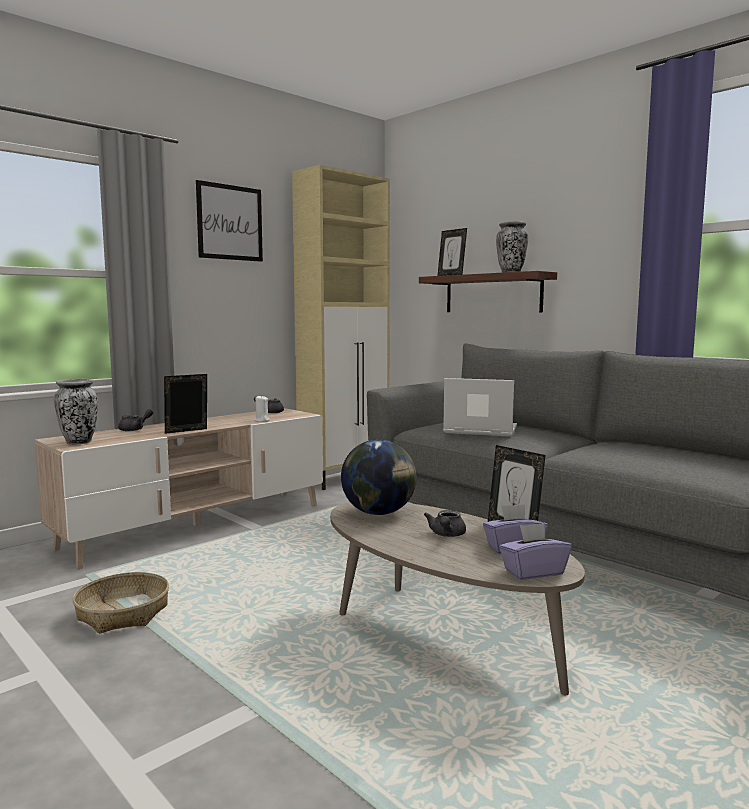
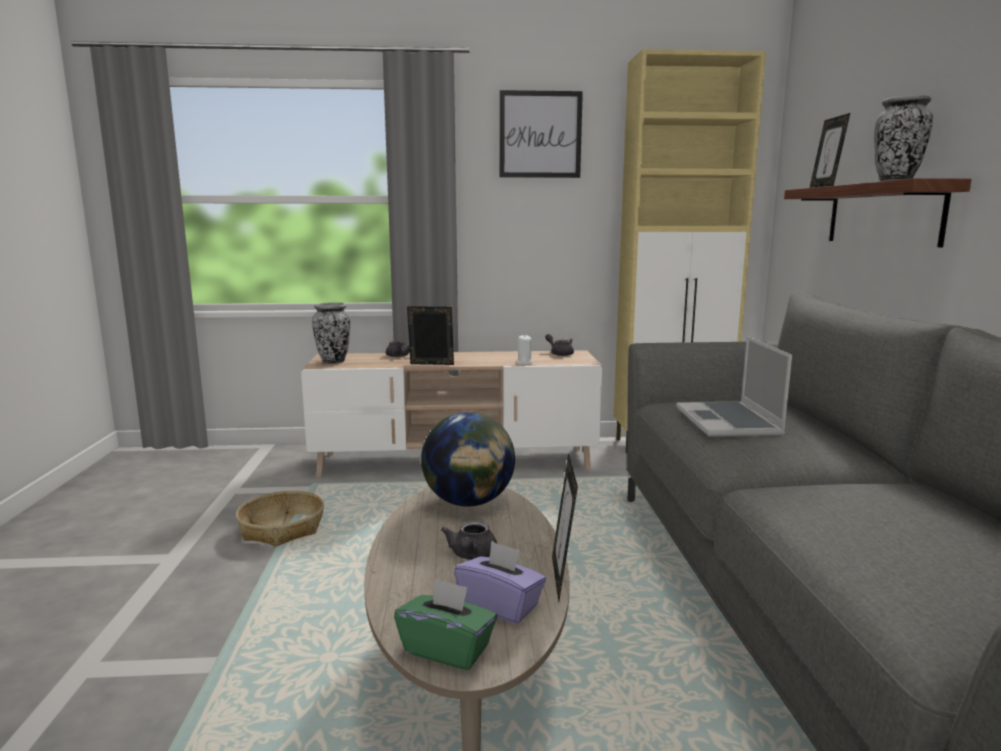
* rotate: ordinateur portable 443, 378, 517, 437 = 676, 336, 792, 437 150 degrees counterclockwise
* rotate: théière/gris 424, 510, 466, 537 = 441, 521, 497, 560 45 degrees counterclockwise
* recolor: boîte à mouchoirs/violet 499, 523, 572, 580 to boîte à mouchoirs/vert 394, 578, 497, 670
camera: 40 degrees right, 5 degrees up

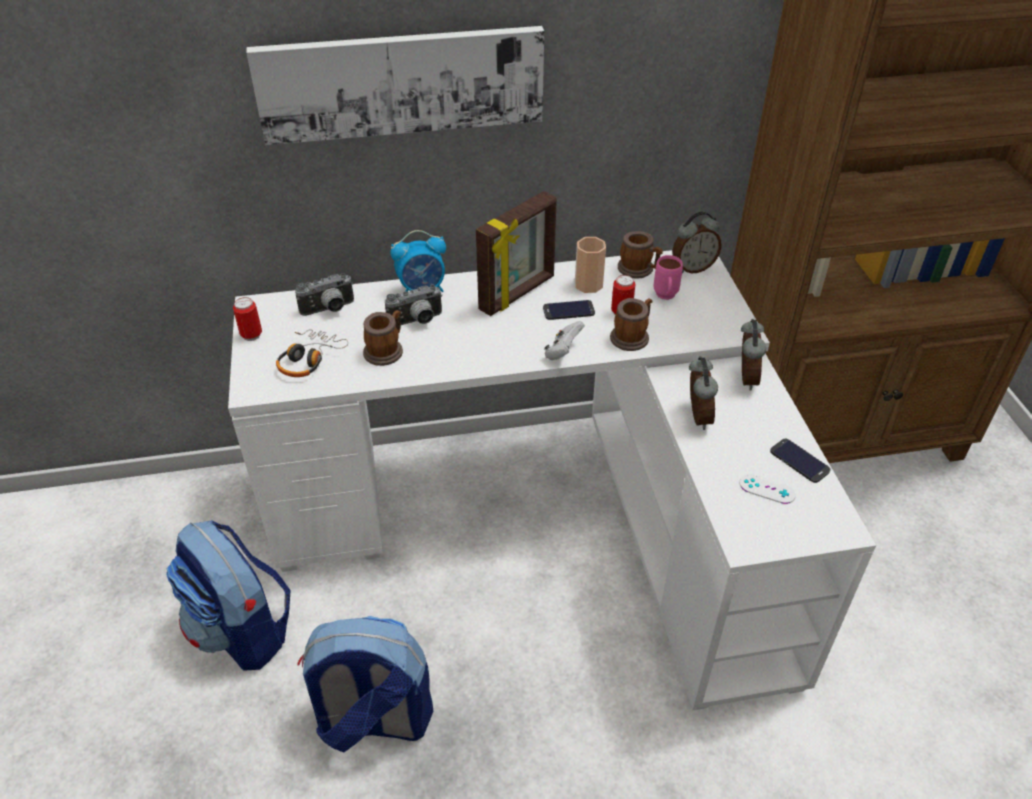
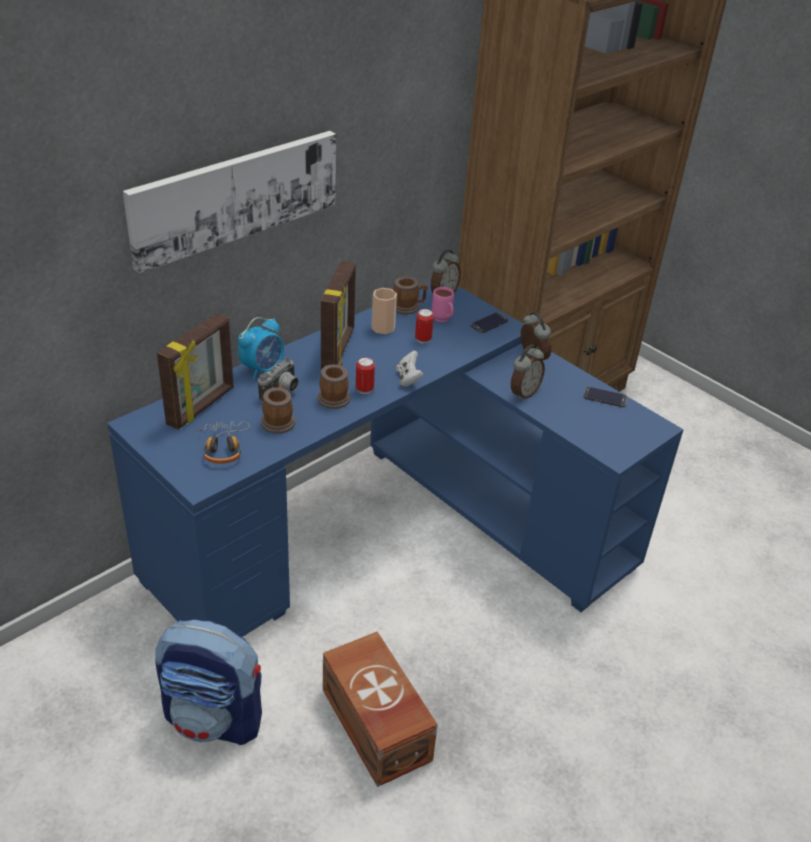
* recolor: bureau/blanc 228, 250, 876, 710 to bureau/bleu 107, 282, 684, 637
* replace: appareil photo 295, 273, 354, 316 to cadre photo 157, 313, 234, 430
* move: boîte métallique 233, 297, 262, 341 to 356, 357, 375, 394
* move: mug 610, 298, 652, 351 to 317, 361, 350, 409
* move: téléphone 543, 300, 595, 320 to 471, 312, 508, 333
* rotate: réveil 689, 356, 718, 430 = 511, 345, 545, 401 75 degrees clockwise
* delete: manette/blanc 739, 474, 796, 504
* replace: sac à dos 297, 616, 433, 753 to boîte de rangement/marron 323, 631, 438, 787
camera: 35 degrees left, 5 degrees down

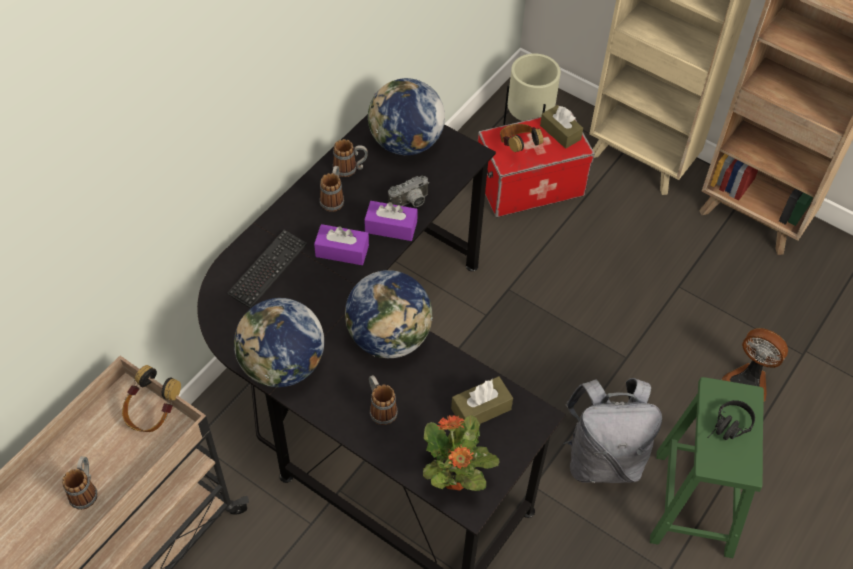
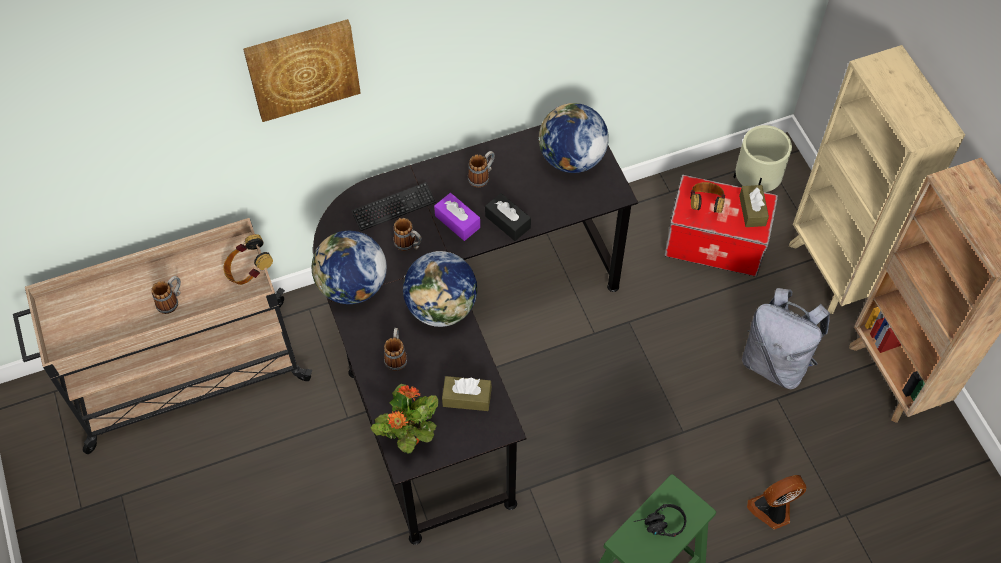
* move: mug 333, 139, 368, 177 to 394, 218, 422, 251
* delete: appareil photo 388, 176, 429, 207
* recolor: boîte à mouchoirs/violet 364, 201, 417, 241 to boîte à mouchoirs/noir 485, 193, 531, 241
* rotate: ventilateur 722, 328, 788, 401 = 747, 475, 806, 529 90 degrees clockwise
* move: sac à dos/gris 563, 378, 662, 483 to 742, 288, 830, 389
* insert: tableau 243, 19, 361, 122
camera: 35 degrees right, 5 degrees up

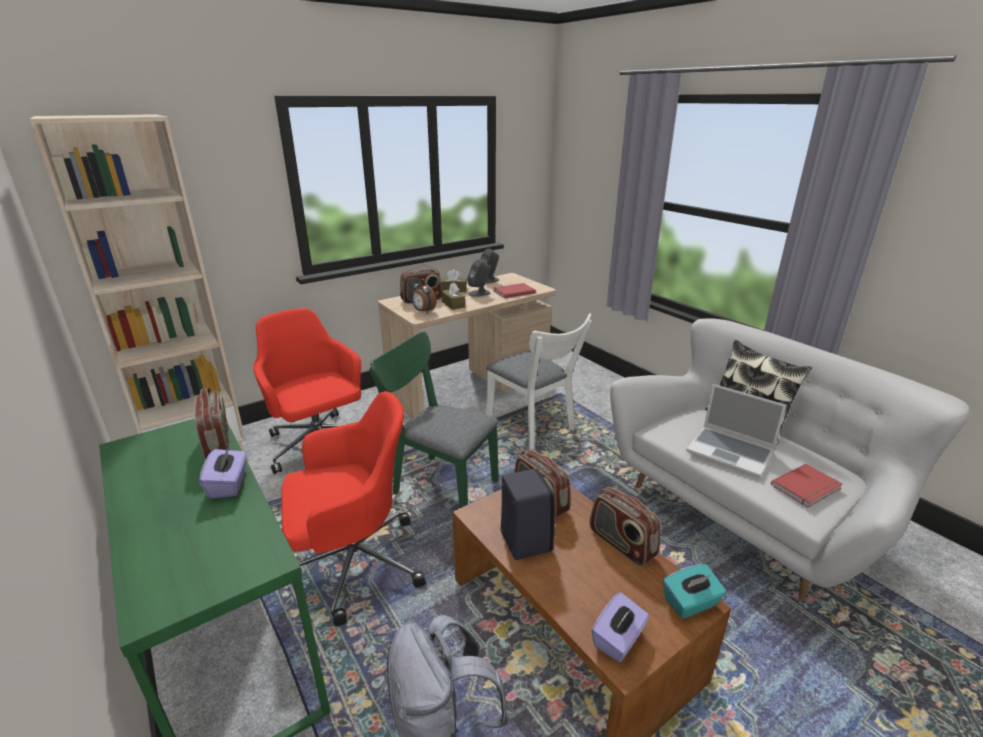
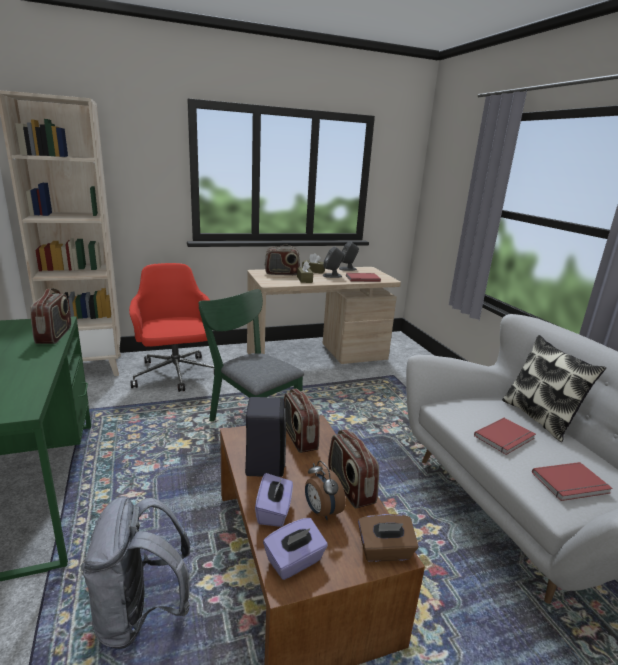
* move: réveil 411, 278, 437, 313 to 305, 461, 346, 520
* delete: chaise/blanc 486, 313, 592, 450
* replace: ordinateur portable 686, 384, 787, 478 to livre/rouge 474, 418, 536, 455
* delete: chaise de bureau/rouge 281, 391, 426, 627
* move: boîte à mouchoirs/violet 199, 445, 247, 499 to 255, 473, 293, 527
* recolor: boîte à mouchoirs/turquoise 663, 564, 726, 618 to boîte à mouchoirs/marron 358, 514, 419, 562
camera: 15 degrees right, 5 degrees down

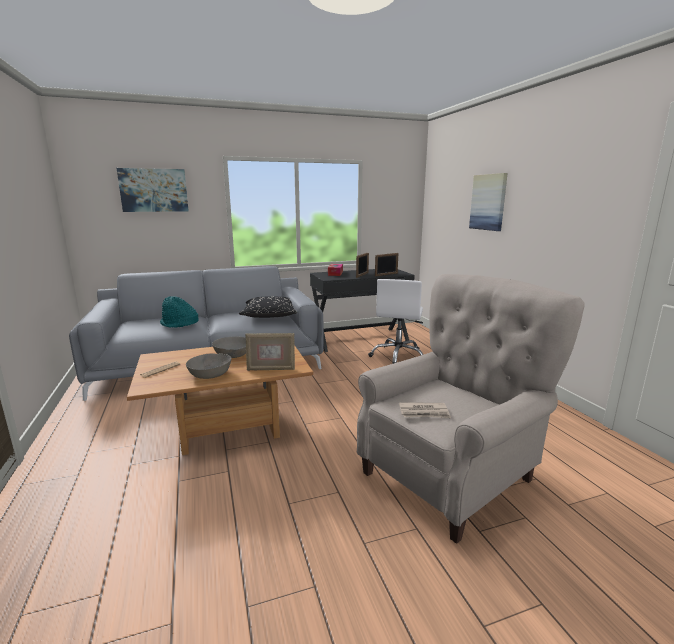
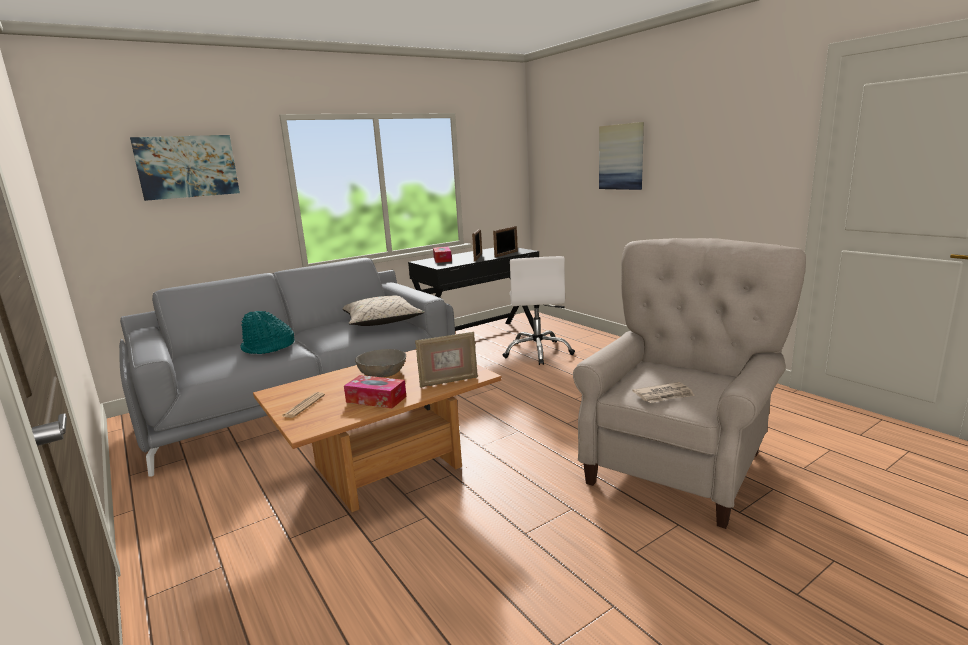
* recolor: coussin/noir 239, 296, 297, 318 to coussin/beige 343, 295, 425, 326
* replace: bol/gris 186, 353, 232, 379 to boîte à mouchoirs 344, 375, 407, 408
camera: 15 degrees left, 0 degrees up

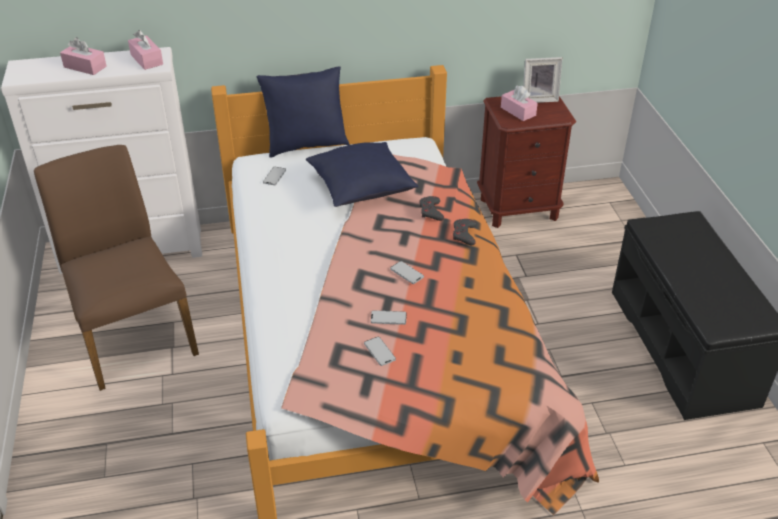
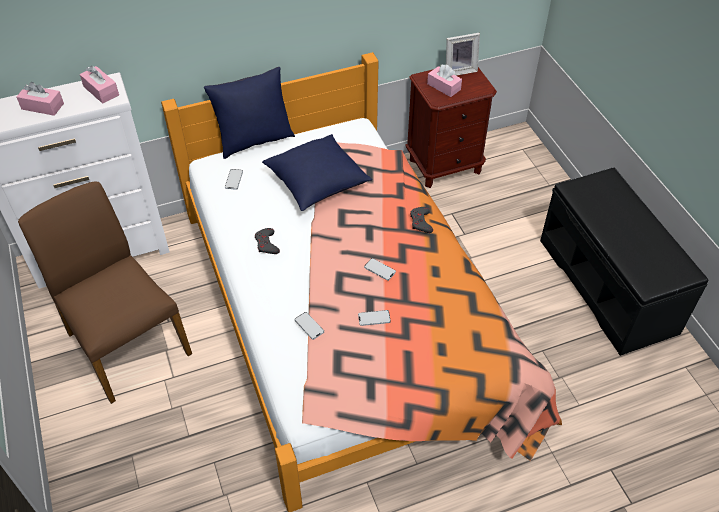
* move: manette/gris 419, 196, 444, 221 to 255, 228, 280, 254
* move: téléphone 364, 336, 396, 366 to 294, 312, 324, 340
camera: 10 degrees left, 10 degrees up

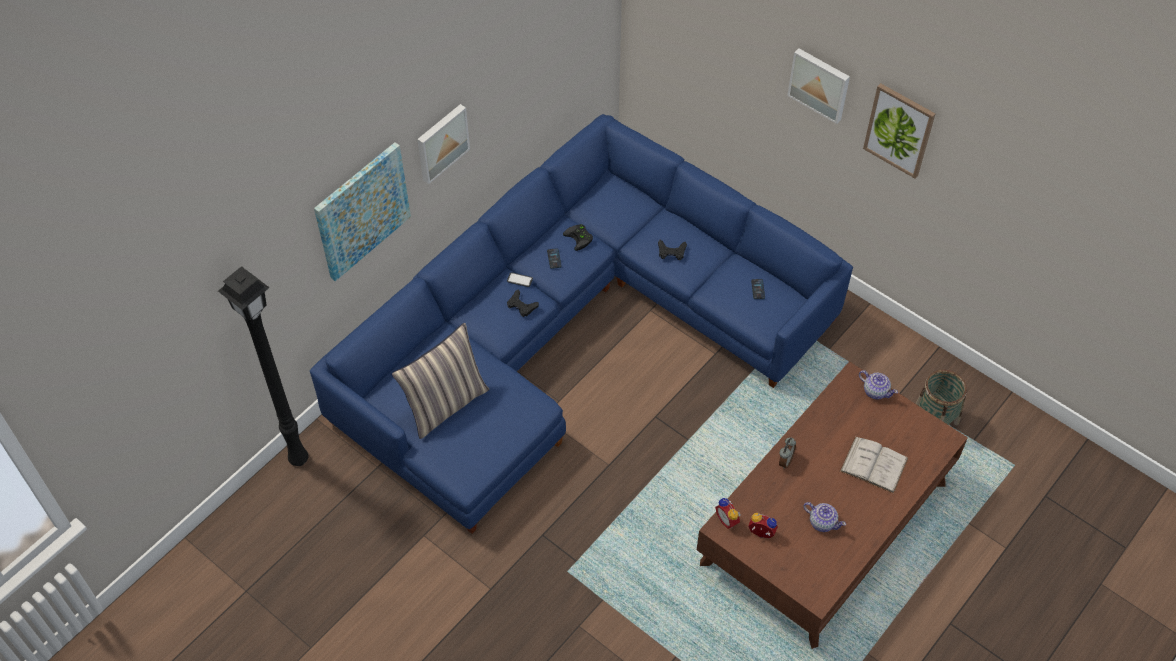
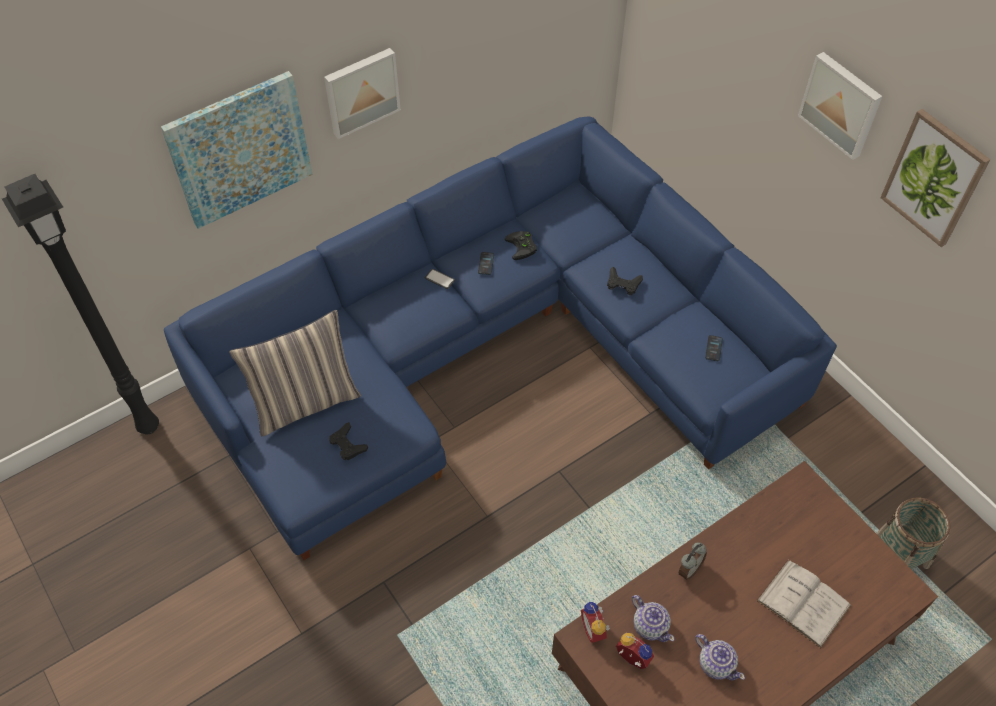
* move: manette/noir 507, 290, 539, 317 to 329, 422, 368, 460
* move: théière 859, 370, 898, 400 to 632, 595, 675, 642
camera: 15 degrees right, 0 degrees up

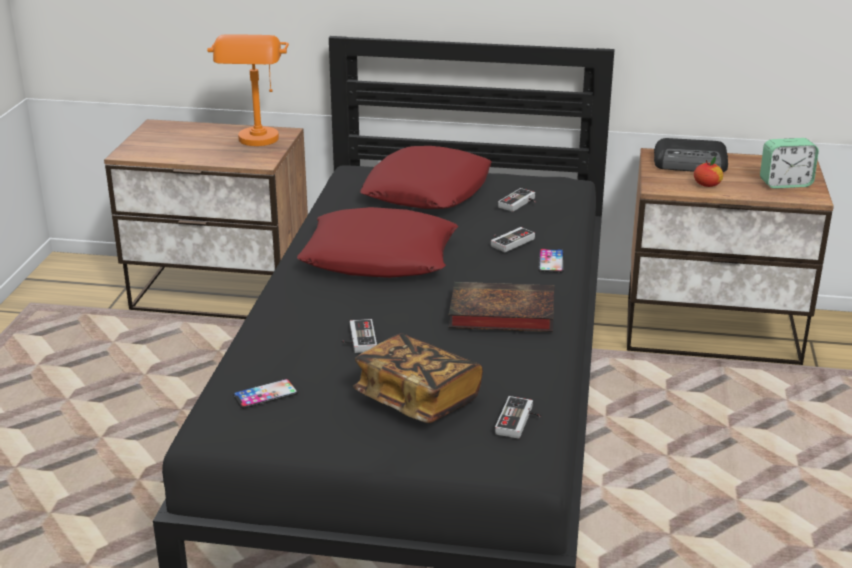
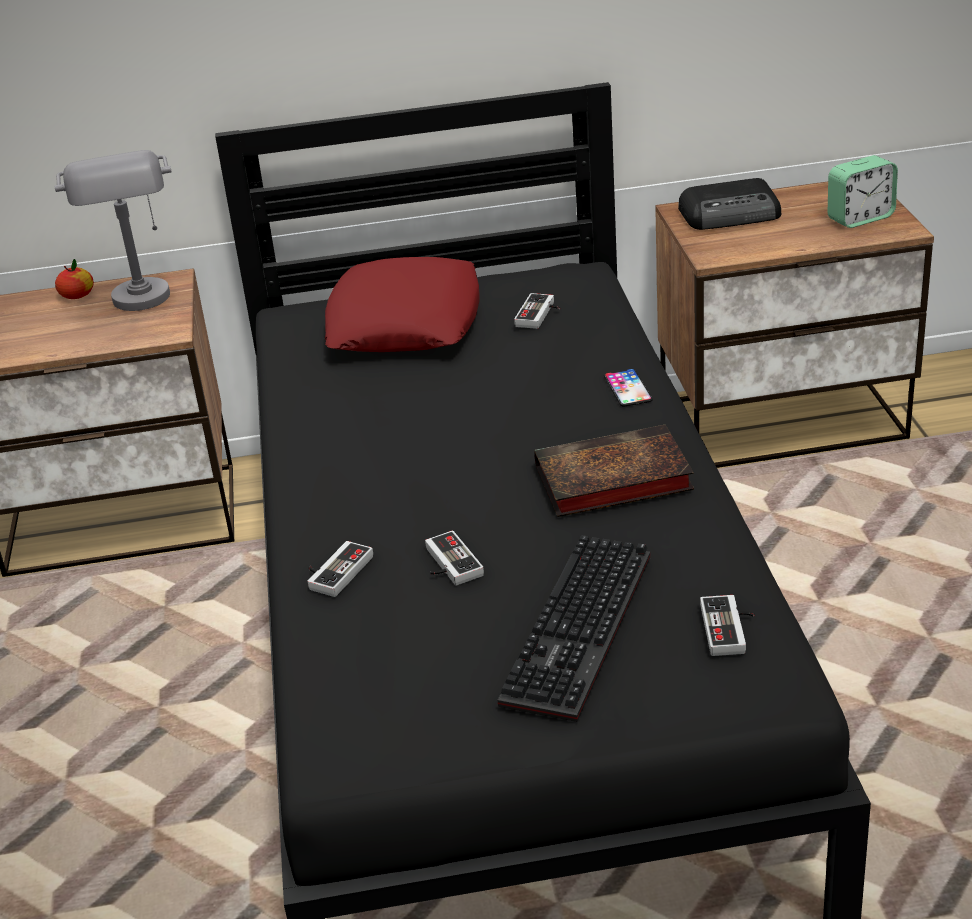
* recolor: lampe de table/orange 207, 34, 289, 146 to lampe de table/gris 54, 150, 172, 311
* move: pomme 694, 157, 723, 187 to 55, 259, 94, 299
* delete: coussin/rouge 297, 207, 458, 278
* move: manette 491, 227, 535, 252 to 307, 541, 373, 597
* replace: livre 353, 333, 483, 423 to clavier 498, 535, 650, 722
* delete: téléphone 233, 379, 298, 408
camera: 15 degrees left, 5 degrees up

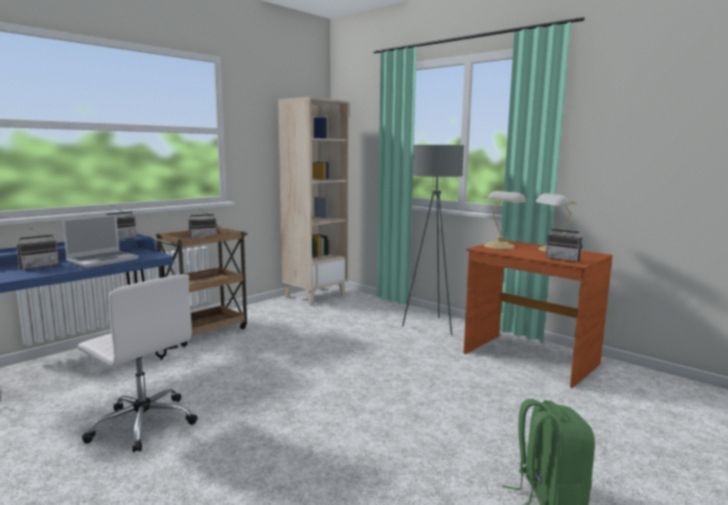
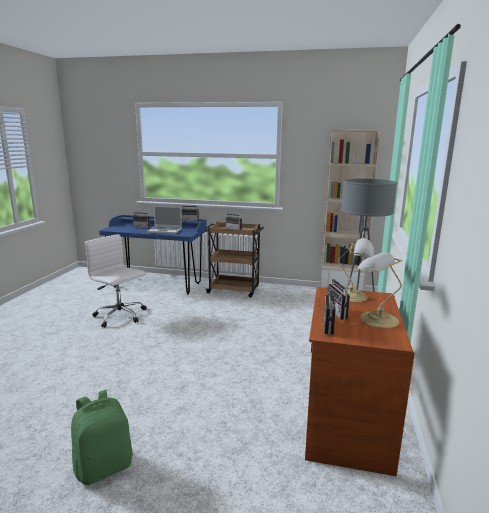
* rotate: chaise de bureau/blanc 78, 274, 198, 453 = 85, 234, 146, 327 120 degrees clockwise
* insert: radio 327, 274, 351, 320
camera: 60 degrees right, 5 degrees up

